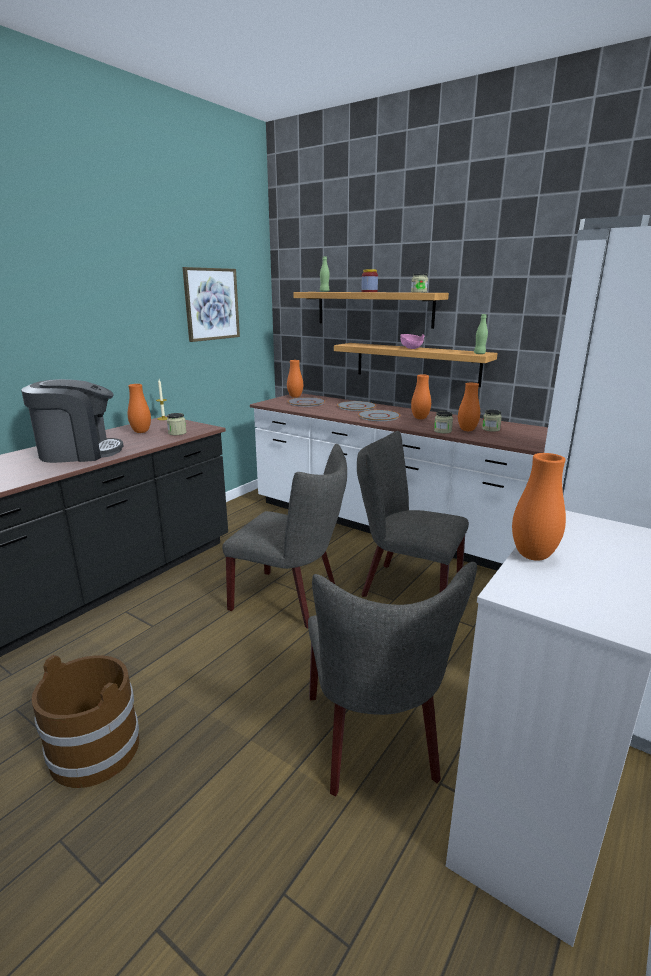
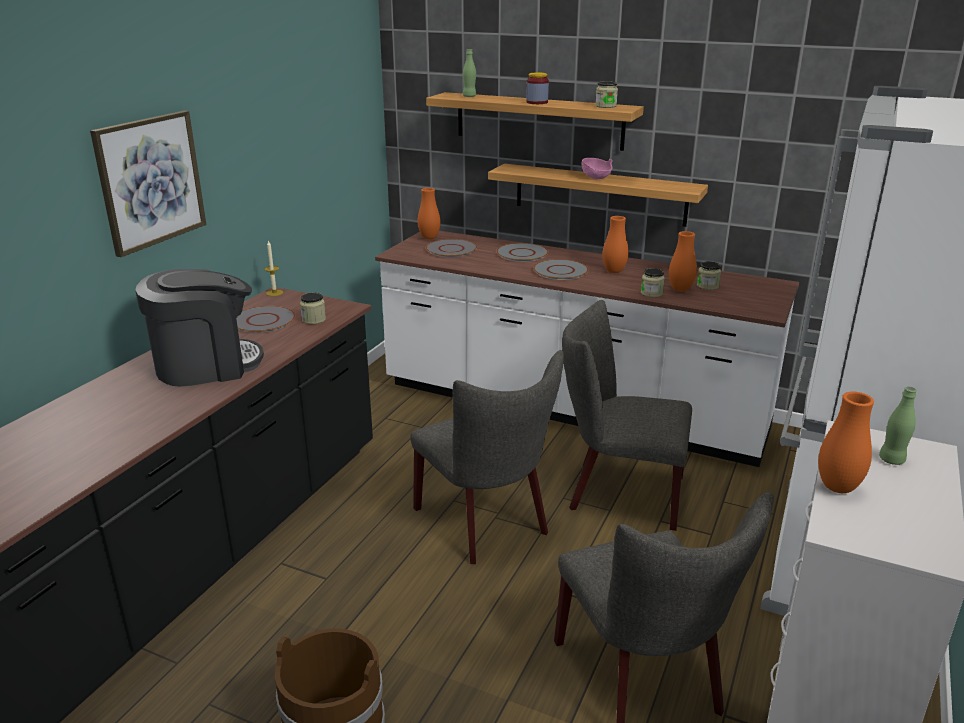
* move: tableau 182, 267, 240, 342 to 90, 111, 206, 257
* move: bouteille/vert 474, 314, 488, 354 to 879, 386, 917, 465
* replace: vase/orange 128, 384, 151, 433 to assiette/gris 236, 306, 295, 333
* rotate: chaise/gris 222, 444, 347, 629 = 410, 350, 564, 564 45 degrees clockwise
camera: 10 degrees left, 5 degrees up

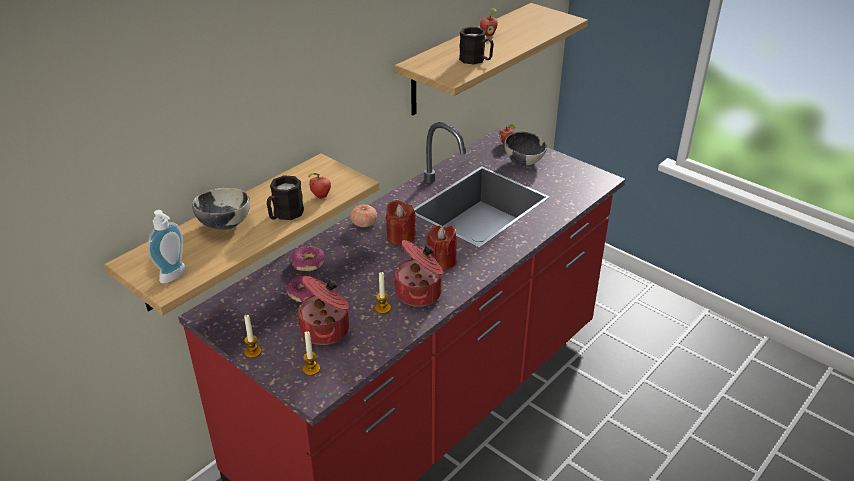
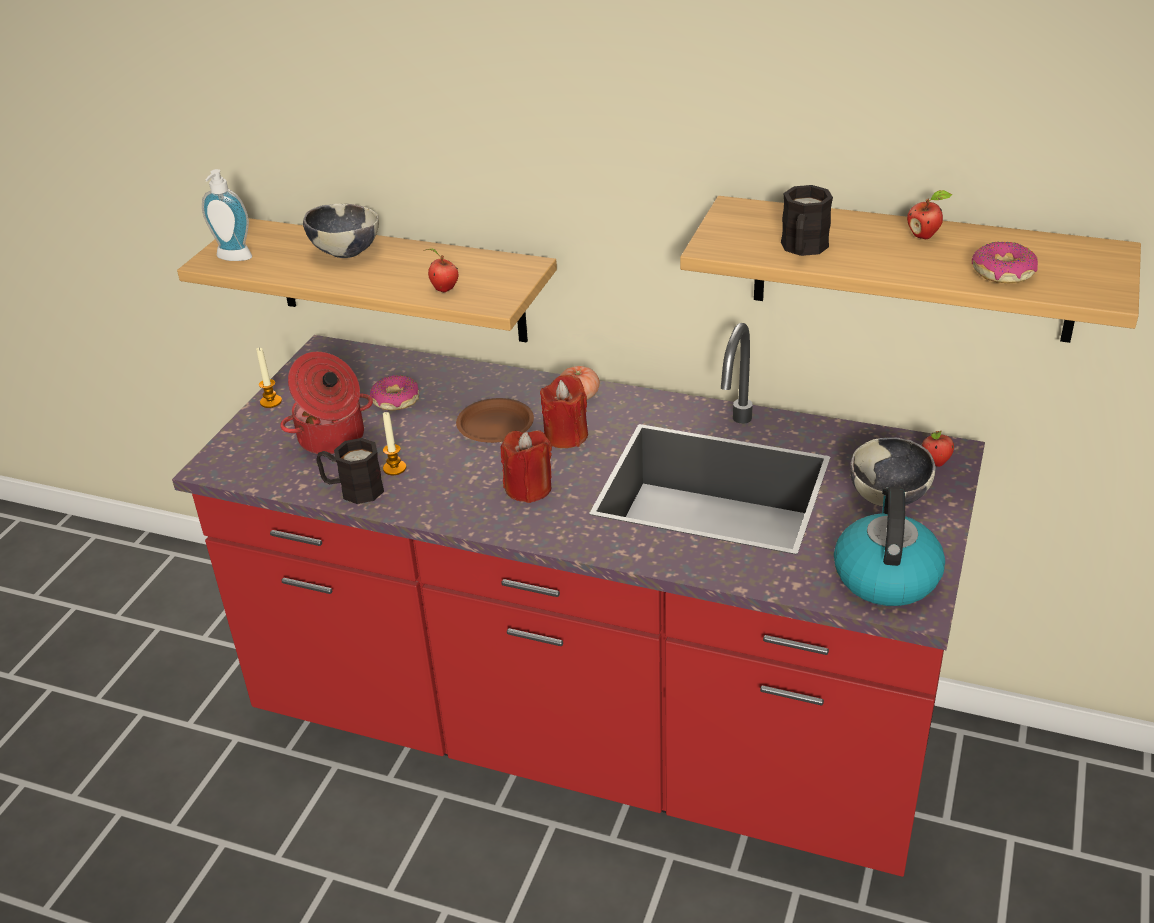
* move: mug/noir 267, 175, 304, 220 to 316, 438, 384, 504
* delete: marmite 393, 240, 443, 307
* move: beignet 291, 246, 325, 271 to 972, 242, 1038, 284
* delete: bougie 303, 331, 320, 376
* insert: assiette/marron 456, 398, 534, 443
* insert: bouilloire 834, 487, 945, 606
camera: 70 degrees right, 0 degrees up

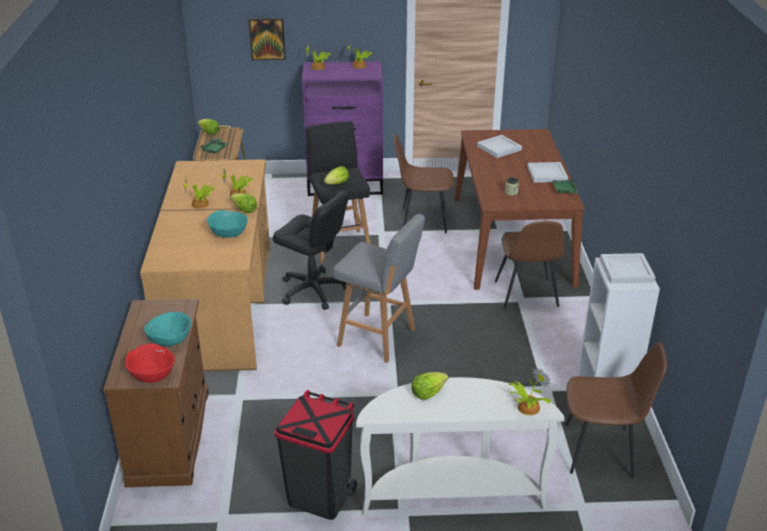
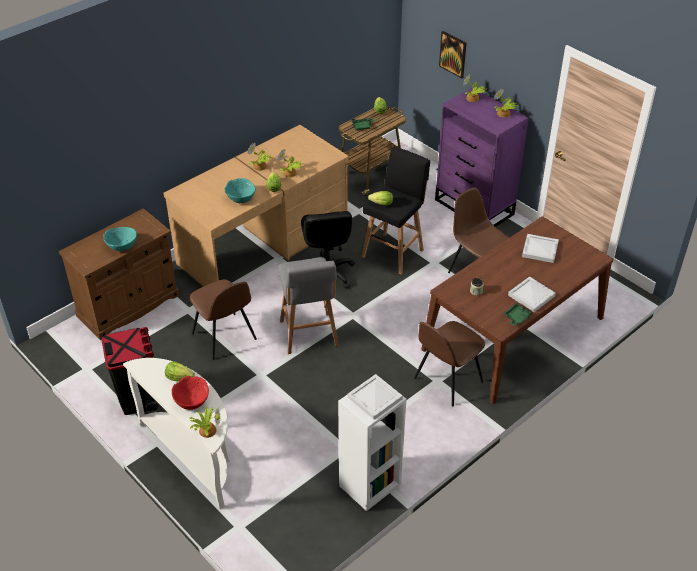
* move: chaise/marron 565, 342, 667, 478 to 190, 279, 257, 360
* move: bol/rouge 125, 344, 175, 383 to 172, 376, 209, 410
camera: 50 degrees right, 10 degrees up

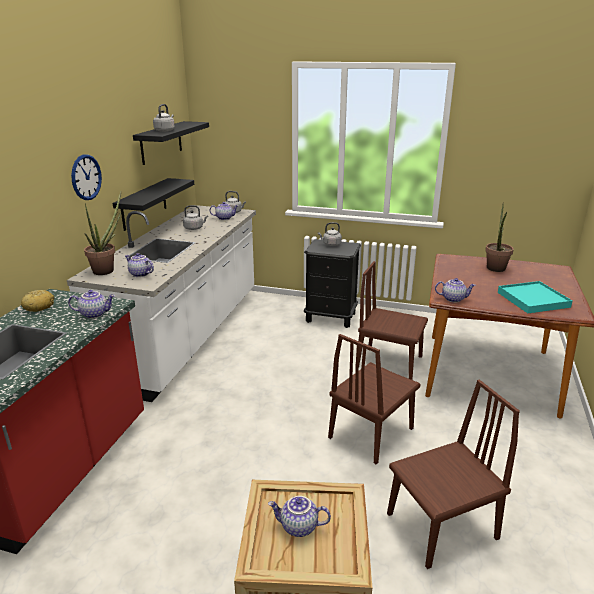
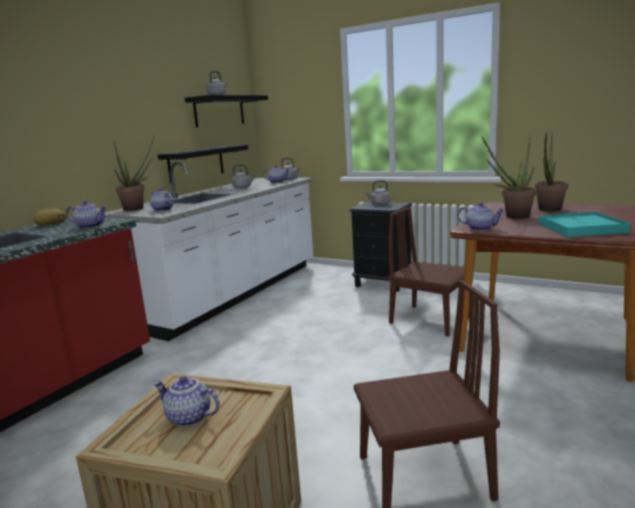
* delete: horloge murale 71, 155, 102, 200
* delete: chaise/marron 328, 334, 421, 464
* insert: plante en pot 482, 134, 536, 219
camera: 15 degrees right, 10 degrees down

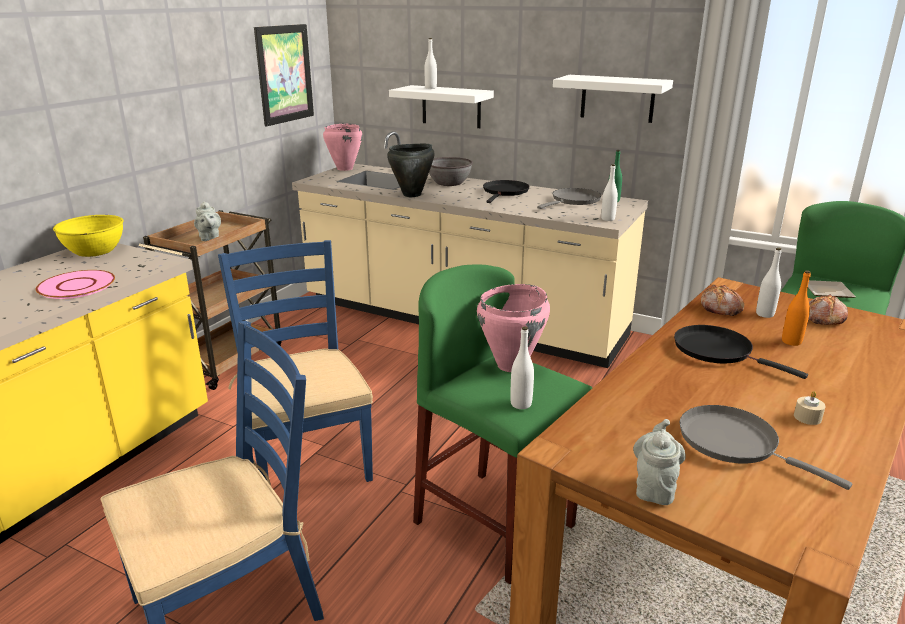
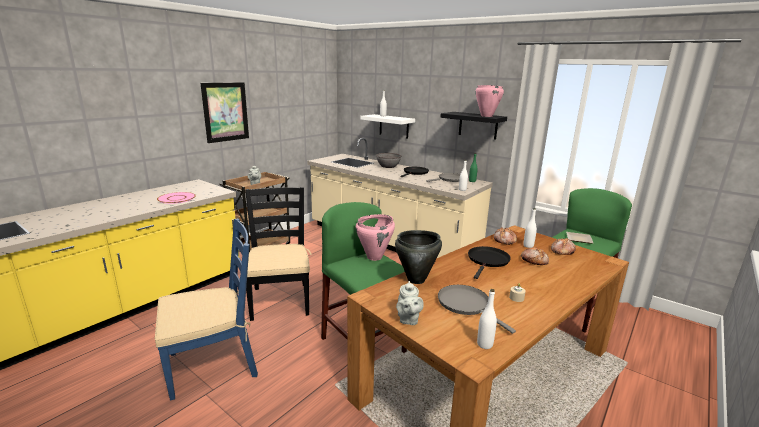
* move: tableau 254, 24, 314, 127 to 200, 82, 249, 143
* recolor: étagère/blanc 553, 75, 673, 123 to étagère/noir 440, 112, 507, 140
* move: marmite/rose 323, 123, 362, 171 to 475, 85, 504, 117
* move: marmite/noir 387, 144, 434, 197 to 395, 230, 442, 284
* delete: bol/jaune 53, 215, 124, 257
* recolor: chaise/bleu 218, 240, 373, 482 to chaise/noir 245, 187, 312, 321
* replace: bouteille/orange 782, 270, 811, 346 to pain 521, 247, 549, 265
* rotate: poêle/noir 674, 325, 808, 379 = 468, 246, 511, 279 60 degrees clockwise
* move: bouteille/blanc 510, 327, 534, 409 to 477, 289, 497, 349
* rotate: théière/gris 633, 419, 686, 505 = 396, 281, 424, 325 150 degrees clockwise
camera: 10 degrees right, 5 degrees down

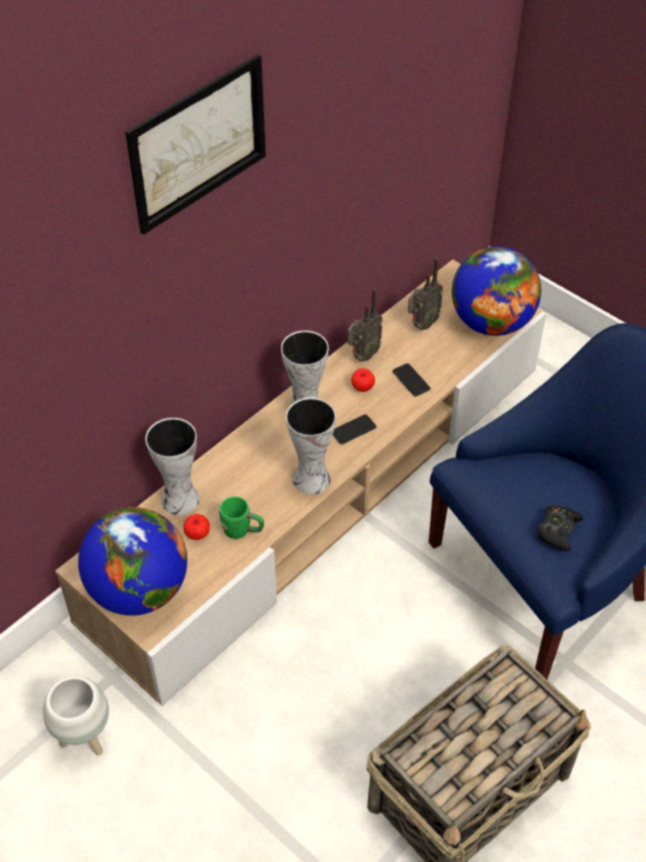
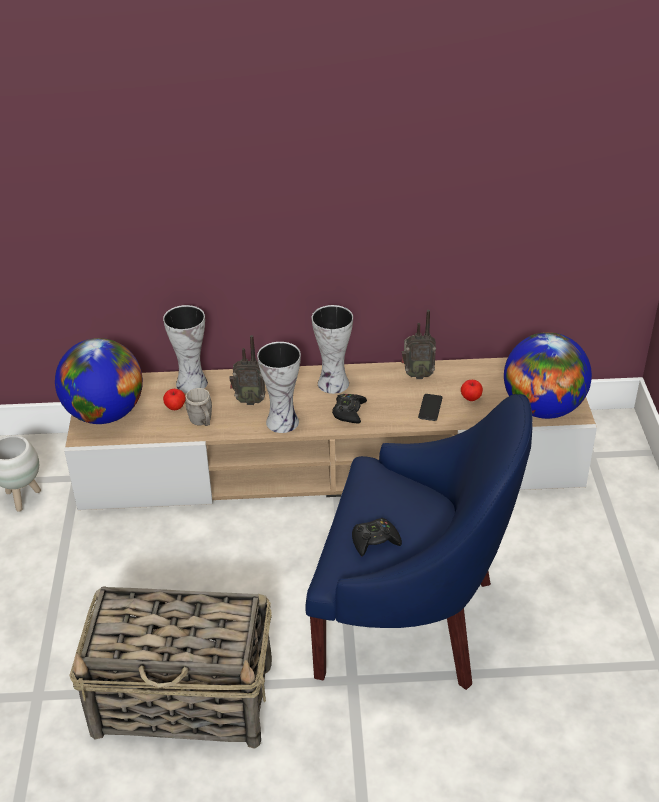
* delete: tableau 125, 54, 266, 235
* move: radio 408, 257, 443, 330 to 229, 335, 266, 405
* move: pomme 351, 368, 375, 392 to 461, 380, 483, 401
* replace: téléphone 333, 414, 376, 444 to manette/noir 332, 394, 367, 424
* recolor: mug/vert 219, 496, 264, 539 to mug/gris 185, 388, 212, 426
camera: 45 degrees right, 10 degrees down

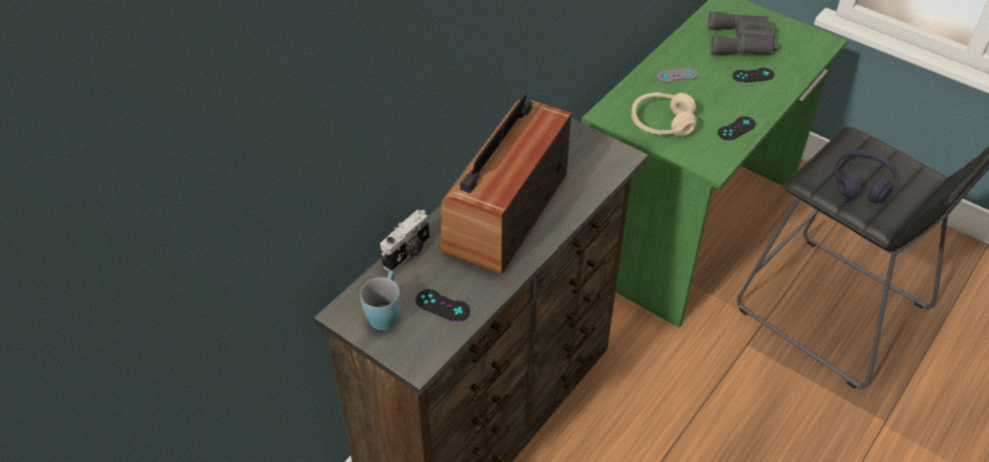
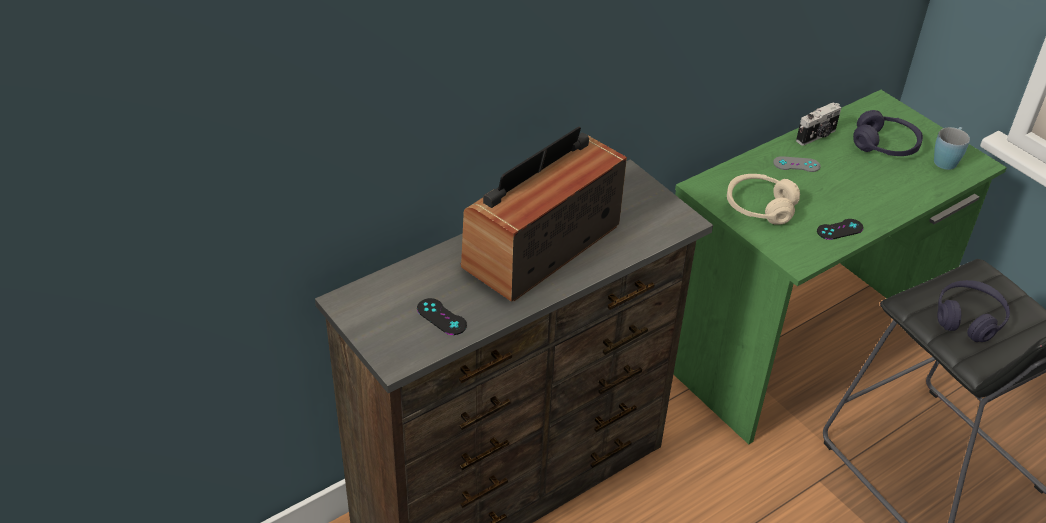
* replace: jumelles/gris 708, 11, 778, 55 to casque audio/violet 853, 110, 923, 156
* delete: manette/noir 733, 68, 774, 83
* move: appareil photo 380, 210, 430, 272 to 796, 102, 841, 146
* move: mug/bleu 360, 271, 401, 330 to 934, 127, 970, 170
camera: 15 degrees right, 5 degrees down

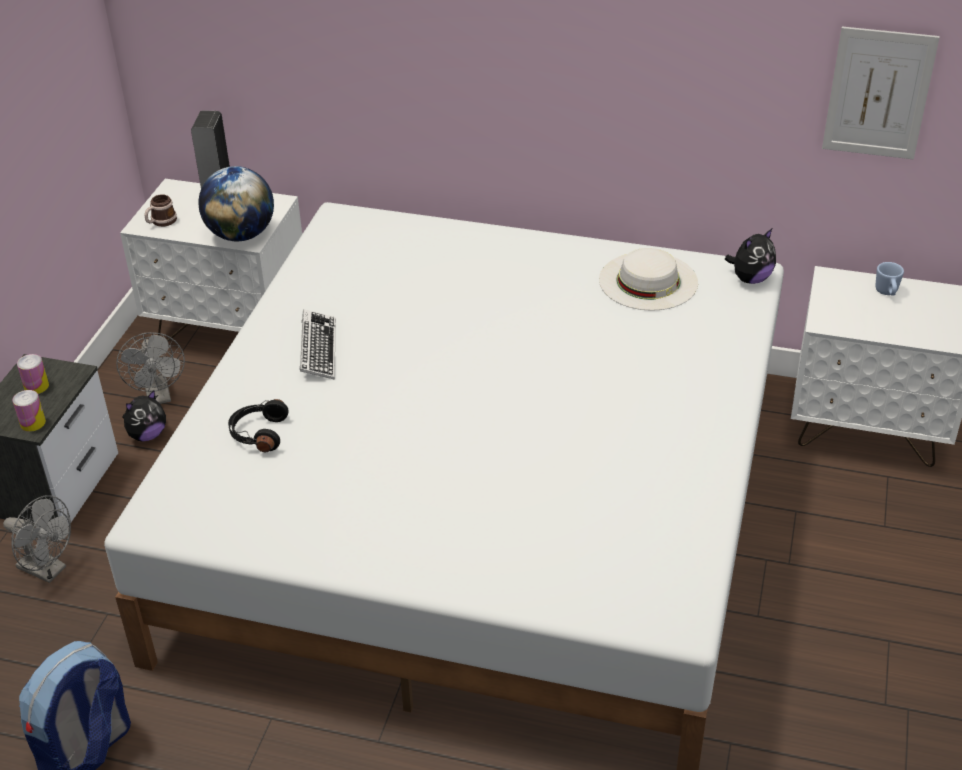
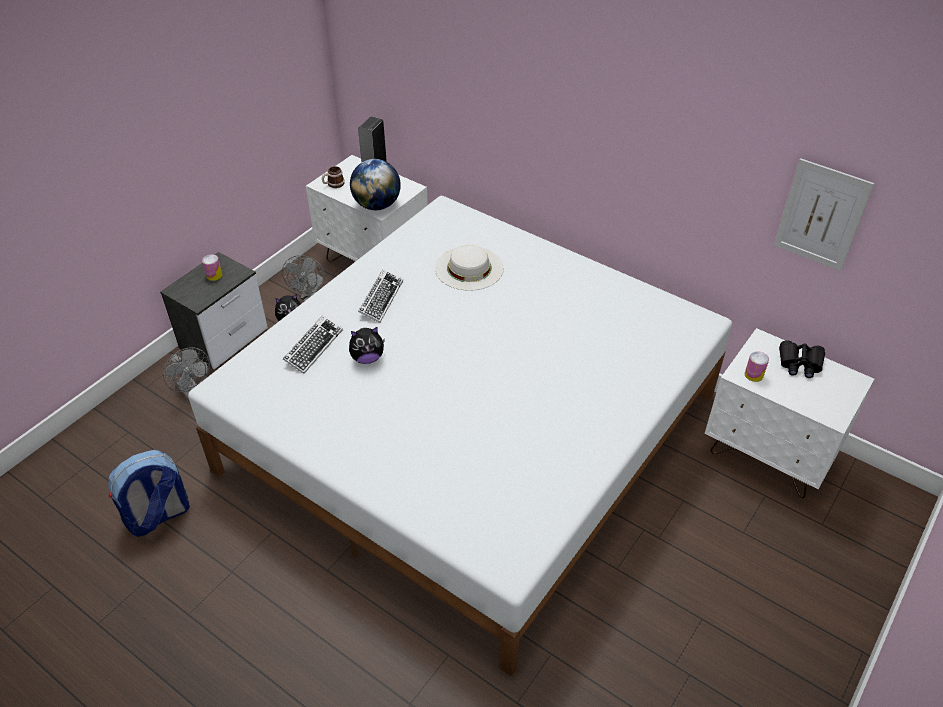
* move: peluche 725, 229, 776, 284 to 349, 327, 385, 364
* move: chapeau/blanc 599, 248, 698, 311 to 435, 245, 504, 291
* replace: mug/bleu 876, 262, 904, 296 to jumelles/noir 779, 340, 825, 378
* move: boîte métallique 12, 390, 46, 432 to 745, 351, 769, 382
* replace: casque audio/noir 228, 399, 289, 452 to clavier 283, 315, 343, 374
camera: 20 degrees right, 5 degrees up

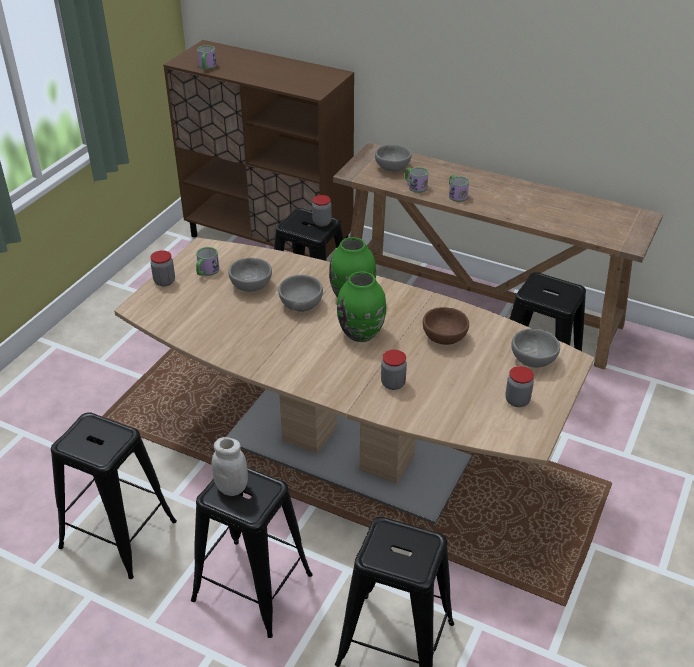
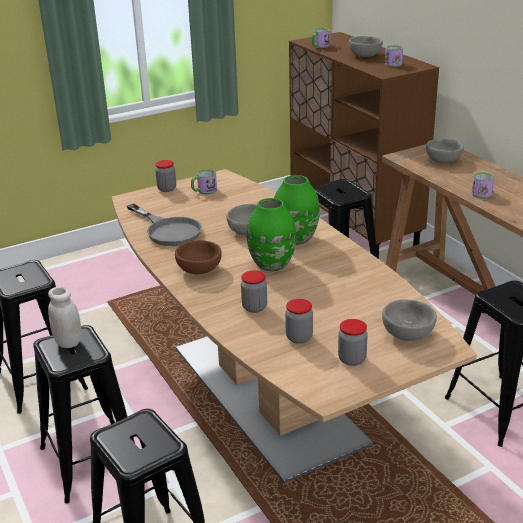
* move: mug 405, 167, 428, 193 to 385, 45, 403, 67
* move: bocal 312, 195, 332, 227 to 285, 299, 313, 344
* move: bol/gris 228, 258, 272, 292 to 349, 36, 383, 57
* move: bol/marron 423, 307, 469, 345 to 175, 240, 222, 274
* insert: poêle/gris 127, 203, 202, 246
camera: 35 degrees right, 10 degrees down

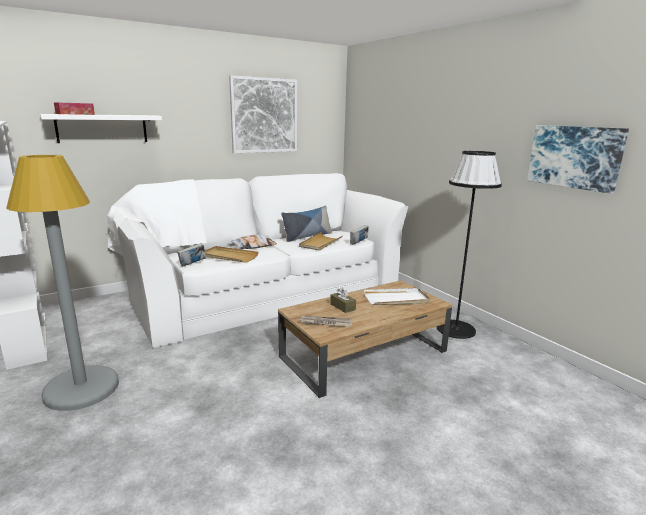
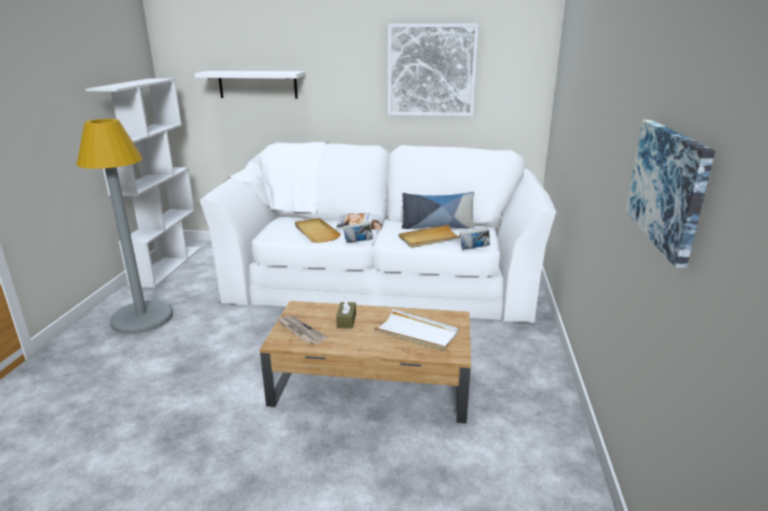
* delete: boîte à mouchoirs 54, 103, 95, 115
* delete: lampadaire/noir 437, 151, 502, 339
* move: livre 177, 243, 206, 267 to 343, 222, 373, 243
camera: 40 degrees right, 5 degrees up

